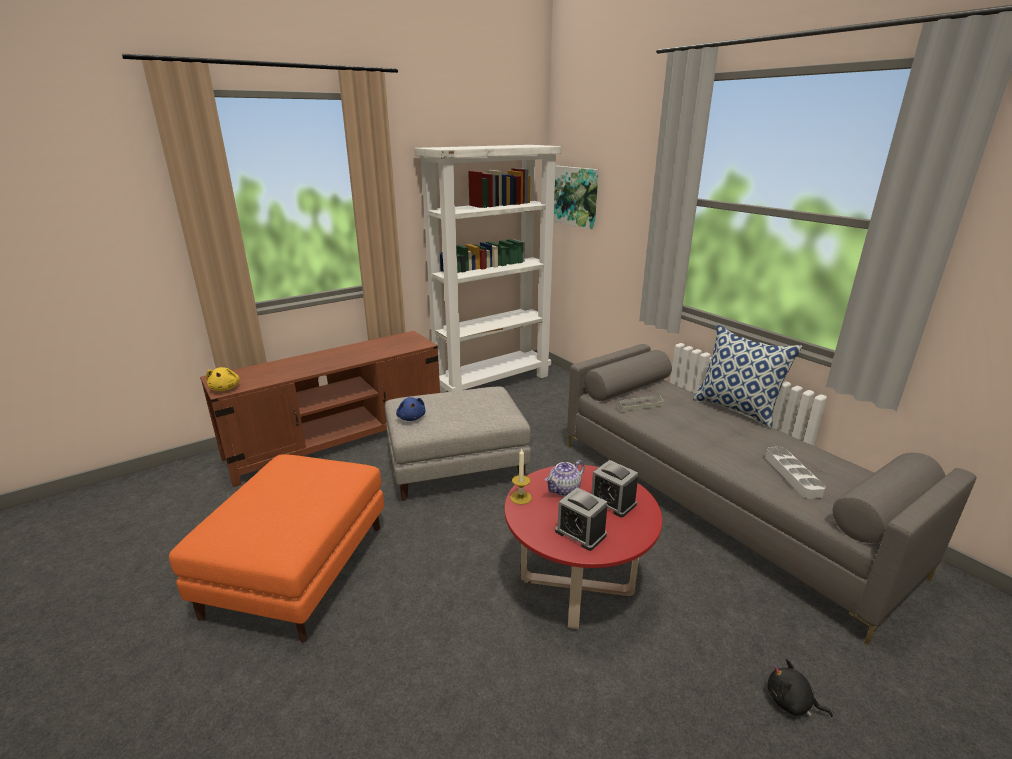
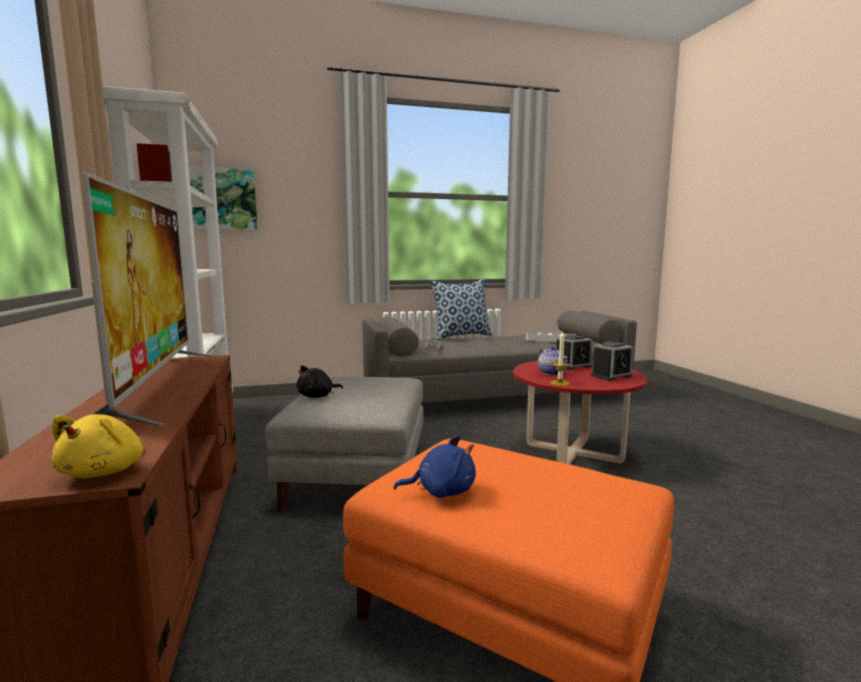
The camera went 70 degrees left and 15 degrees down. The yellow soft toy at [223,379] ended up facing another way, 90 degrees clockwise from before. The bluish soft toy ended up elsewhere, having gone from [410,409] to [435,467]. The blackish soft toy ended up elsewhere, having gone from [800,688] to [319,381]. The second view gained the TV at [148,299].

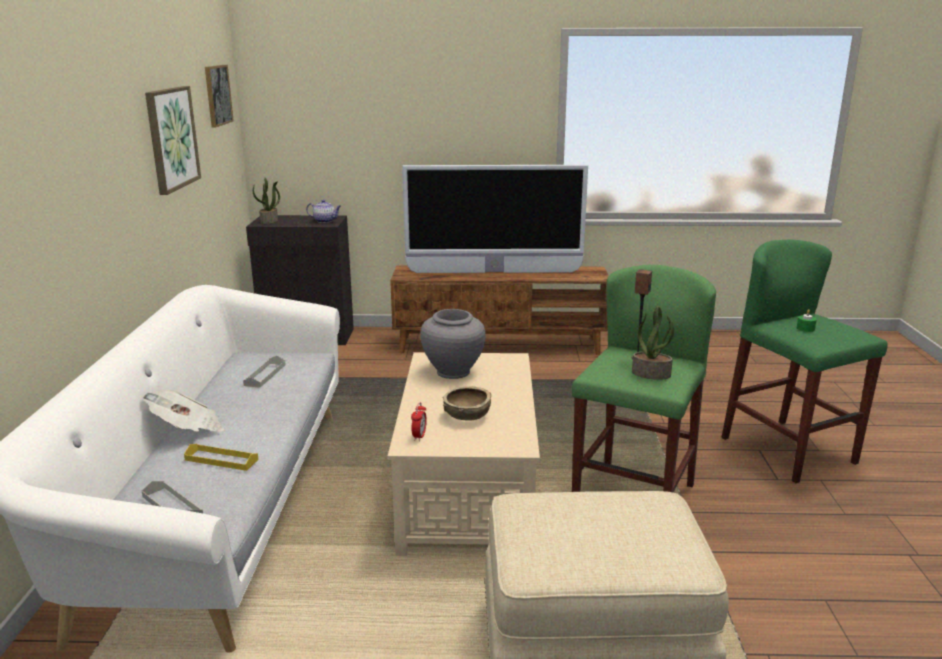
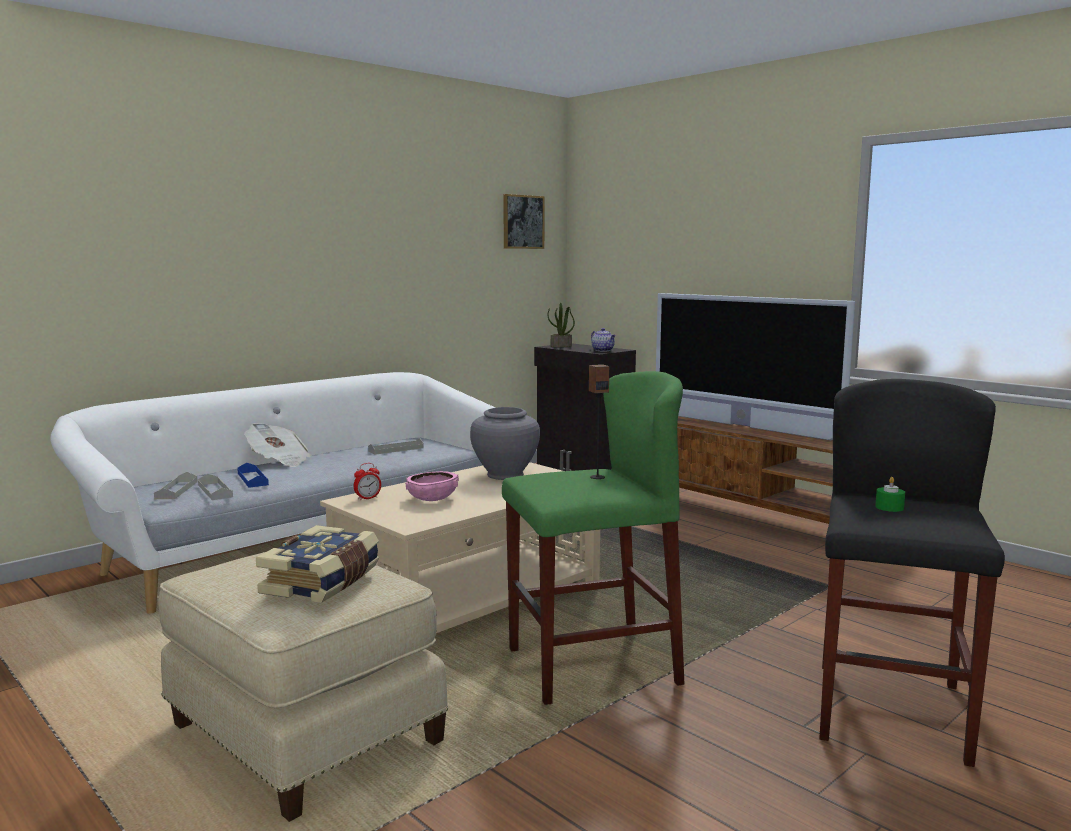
The camera went 45 degrees right and 10 degrees down. The second view lost the picture at [173,140]. What was the green stool at [804,361] turned into the blackish stool at [912,573]. The second view lost the houseplant at [653,343]. What was the brownish bowl at [466,404] turned into the pink bowl at [432,486]. What was the yellow carrying tray at [221,457] turned into the bluish carrying tray at [253,475]. The second view gained the greyish carrying tray at [215,487]. The second view gained the book at [317,564].

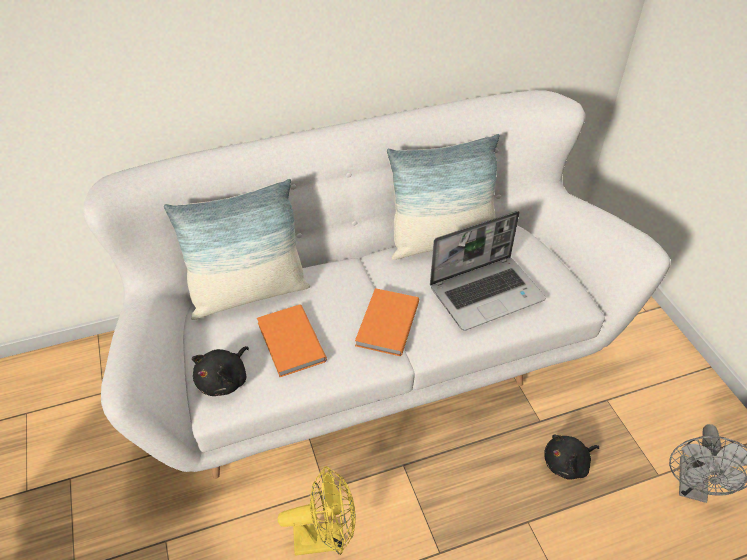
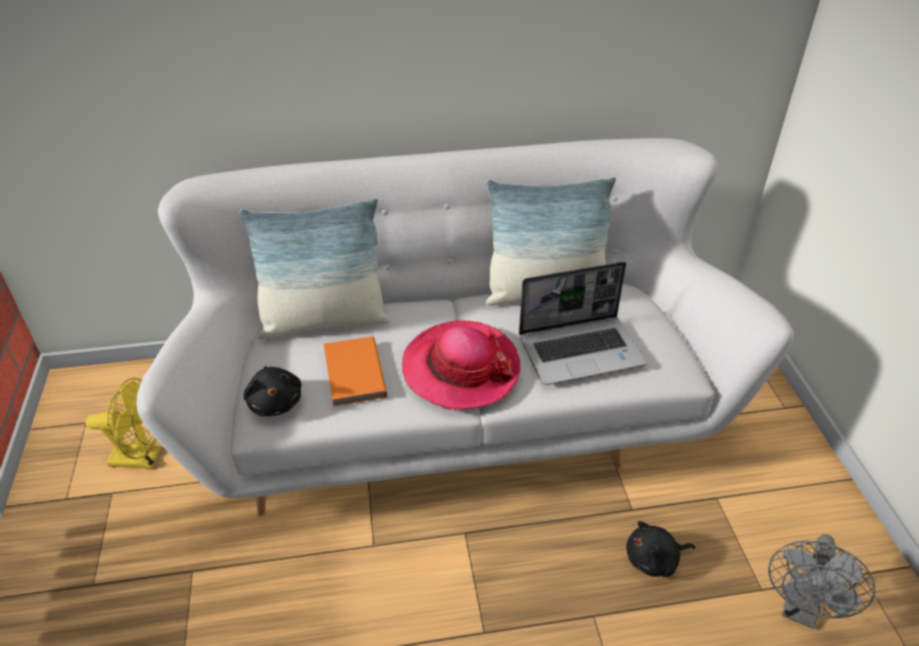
The camera went 10 degrees right and 5 degrees down. Where the orange book stood at [387,322], the clothing hat came to stand at [461,365]. The blackish soft toy at [220,371] ended up facing another way, 60 degrees counterclockwise from before. The yellow fan ended up elsewhere, having gone from [316,511] to [123,423].

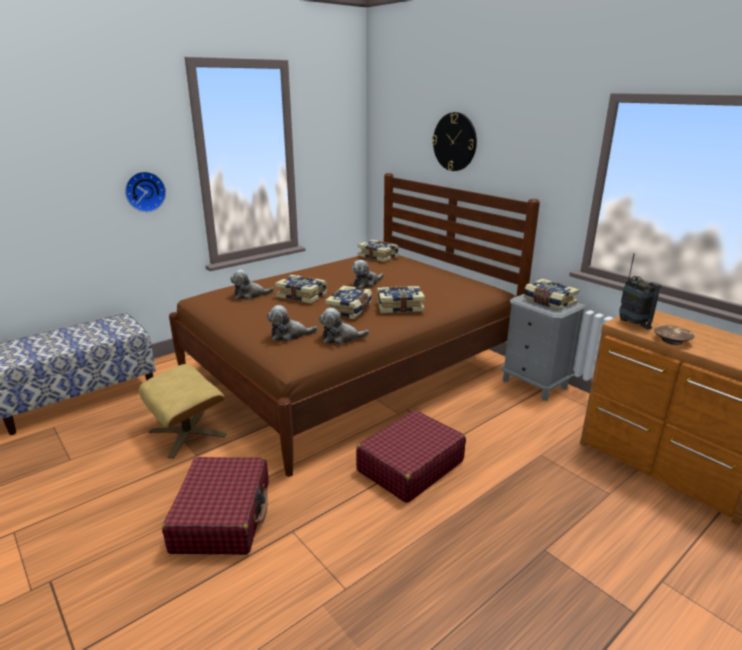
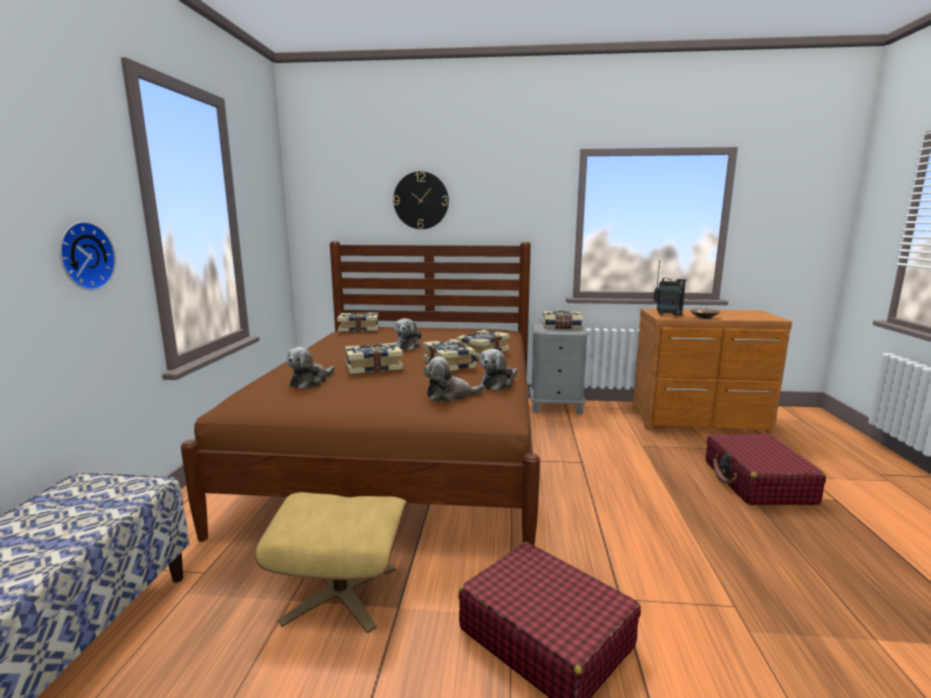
The camera went 45 degrees left and 10 degrees down. The soft toy at [292,323] ended up facing another way, 45 degrees clockwise from before. The red suitcase ended up elsewhere, having gone from [411,456] to [766,469].

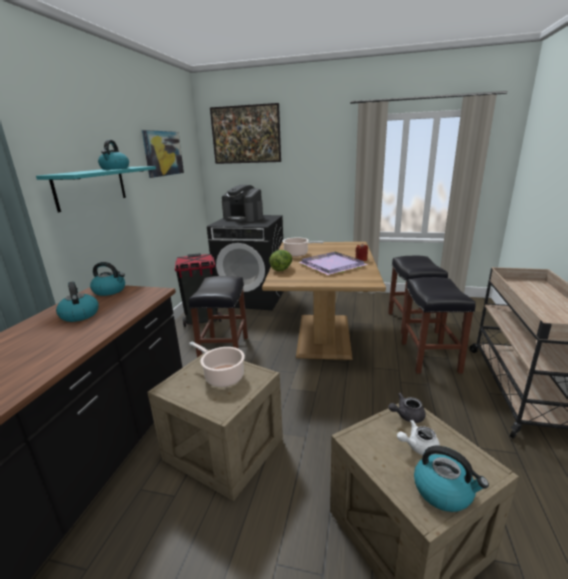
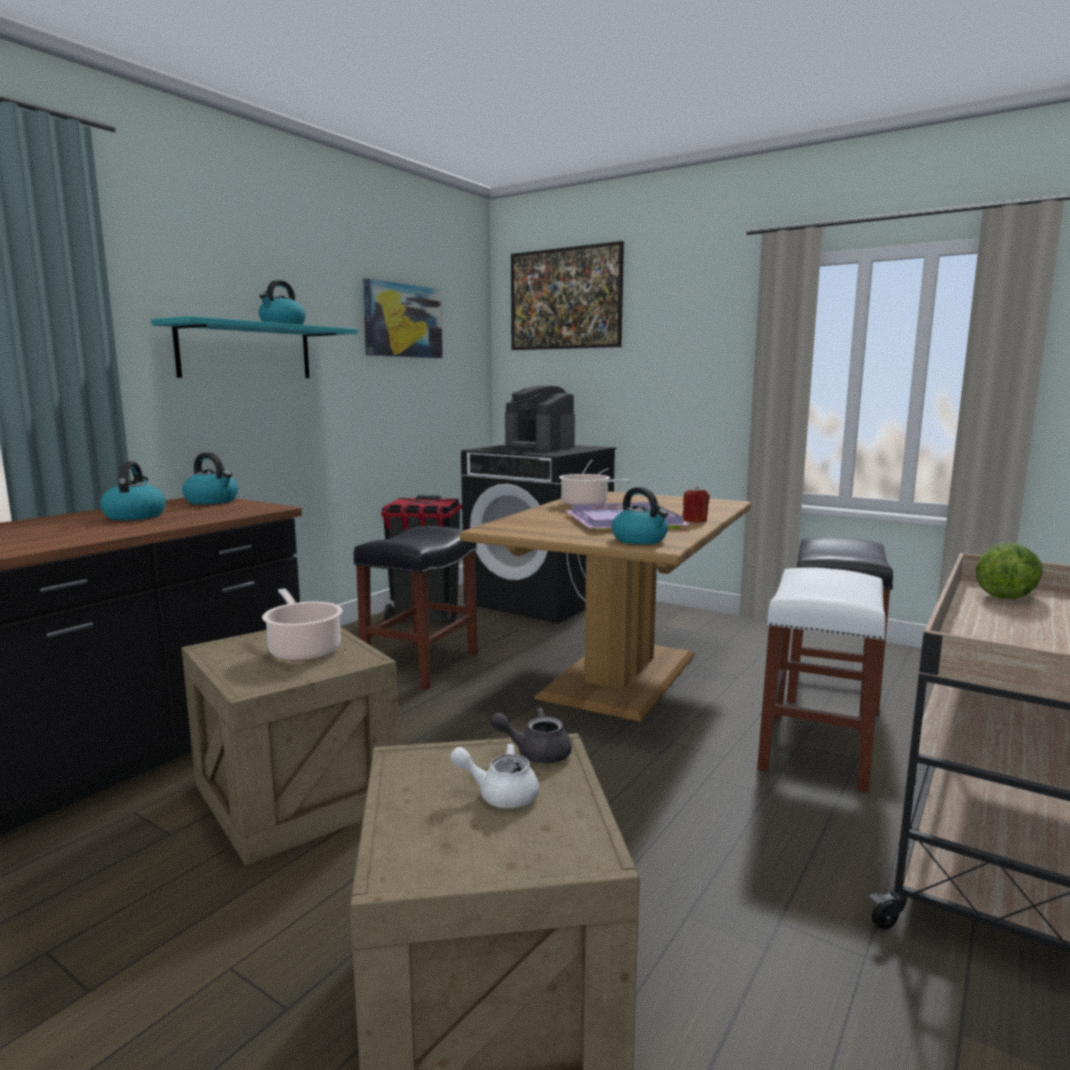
The camera went 20 degrees right and 10 degrees down. The head of lettuce ended up elsewhere, having gone from [280,260] to [1009,571]. What was the blackish stool at [438,325] turned into the white stool at [821,679]. The water kettle ended up elsewhere, having gone from [451,479] to [640,516].

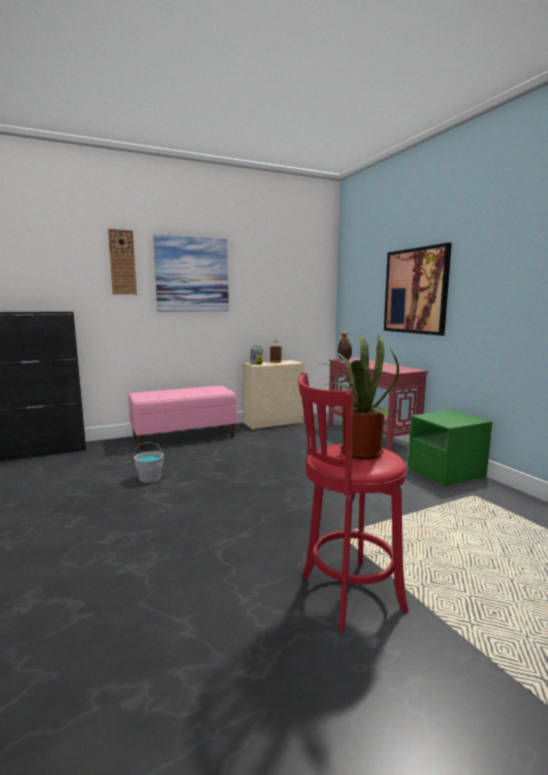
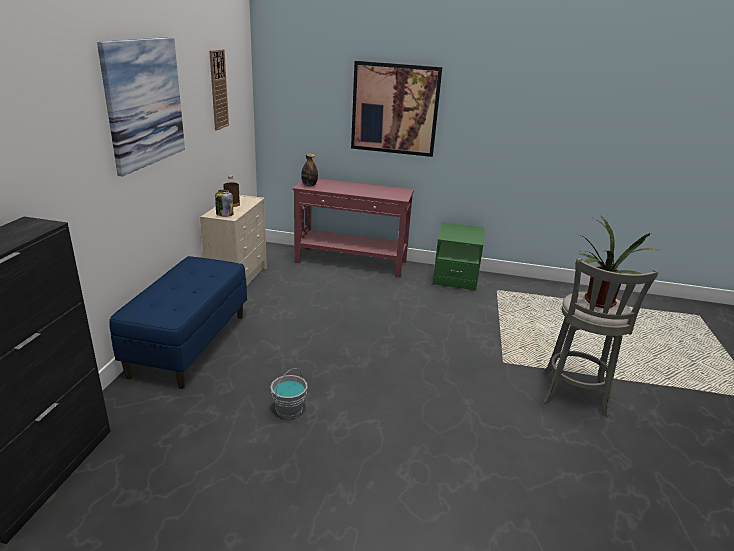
The camera went 55 degrees left and 15 degrees up. The clock on the wall ended up elsewhere, having gone from [122,262] to [219,89]. What was the red stool at [353,502] turned into the greyish stool at [601,337]. What was the pink indoor bench at [183,417] turned into the bluish indoor bench at [178,322].

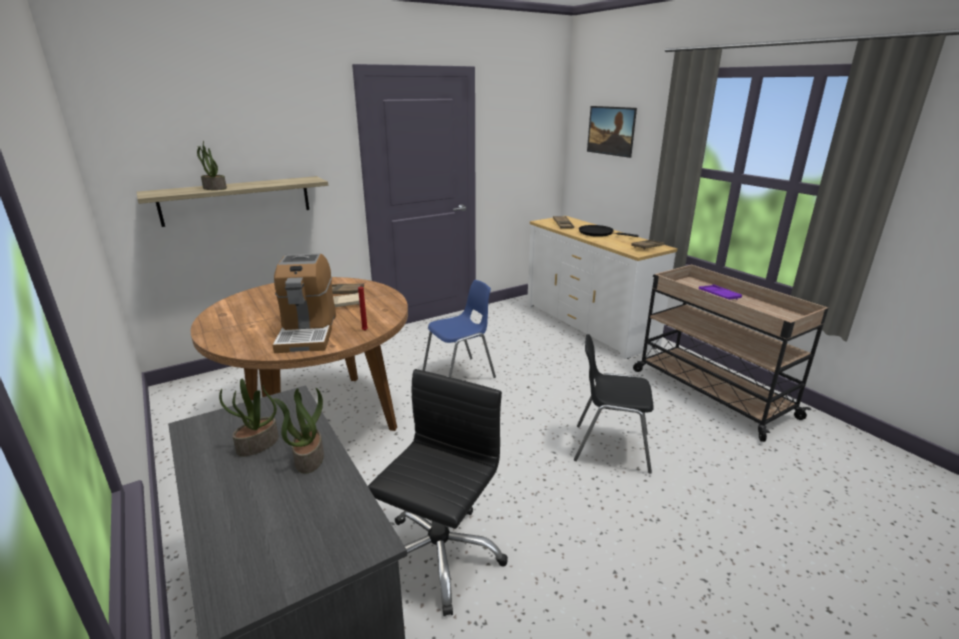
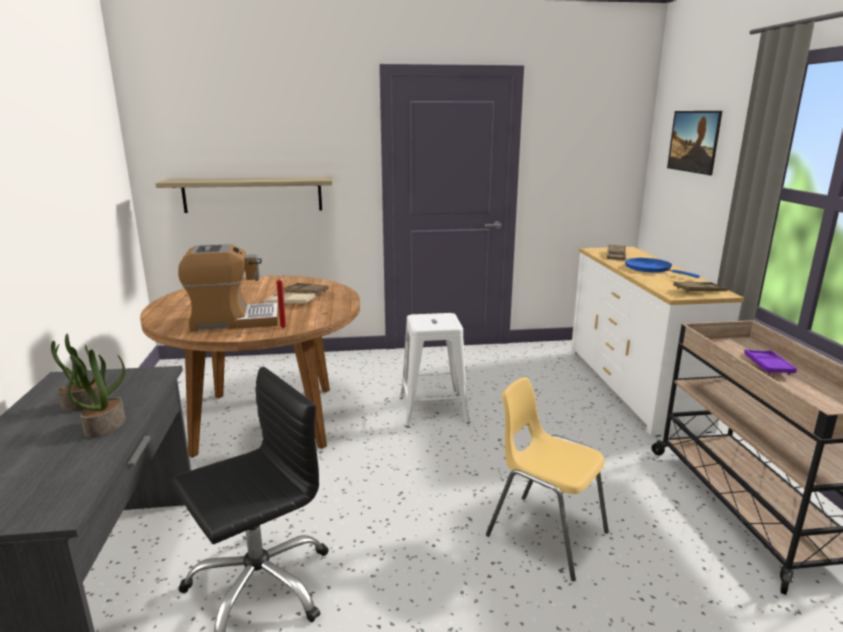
The camera went 25 degrees right and 5 degrees down. The second view lost the houseplant at [212,165]. What was the blackish frying pan at [609,231] turned into the bluish frying pan at [662,268]. The coffee maker at [304,303] ended up facing another way, 120 degrees counterclockwise from before. Where the bluish chair stood at [459,329], the white stool came to stand at [435,370]. What was the blackish chair at [614,404] turned into the yellow chair at [547,479].

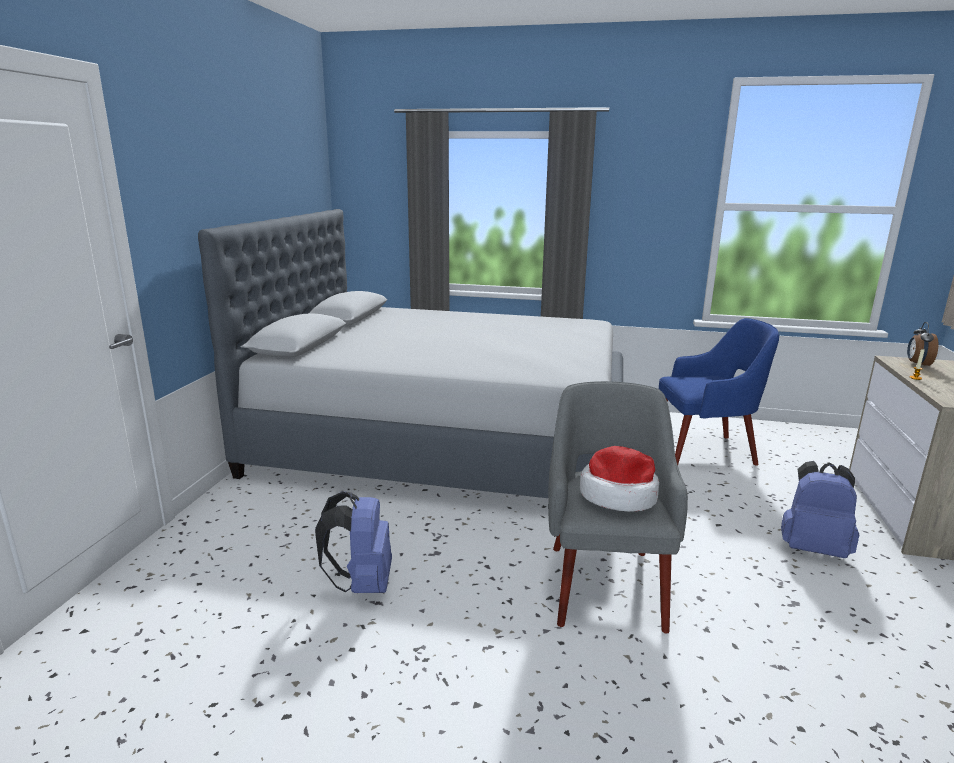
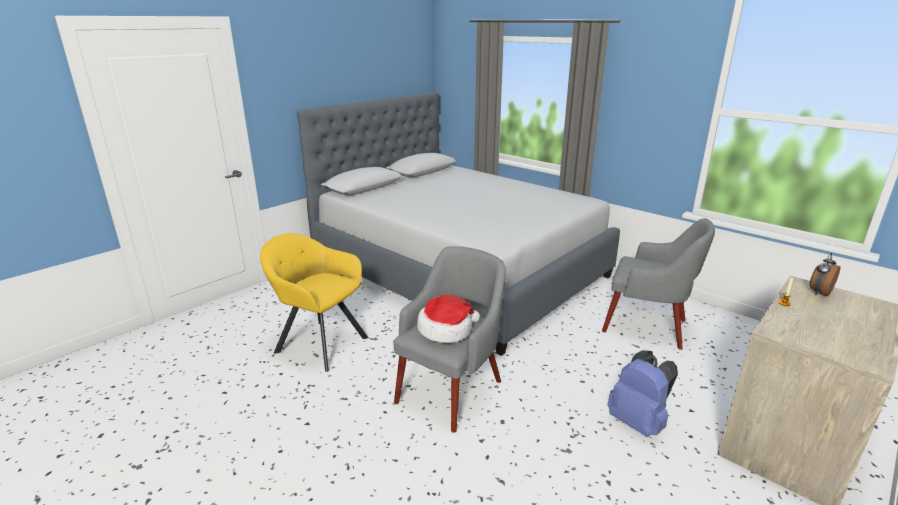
The camera went 30 degrees right and 5 degrees up. What was the bluish lounge chair at [719,392] turned into the greyish lounge chair at [658,284]. Where the bluish knapsack stood at [353,542], the yellow lounge chair came to stand at [314,302].

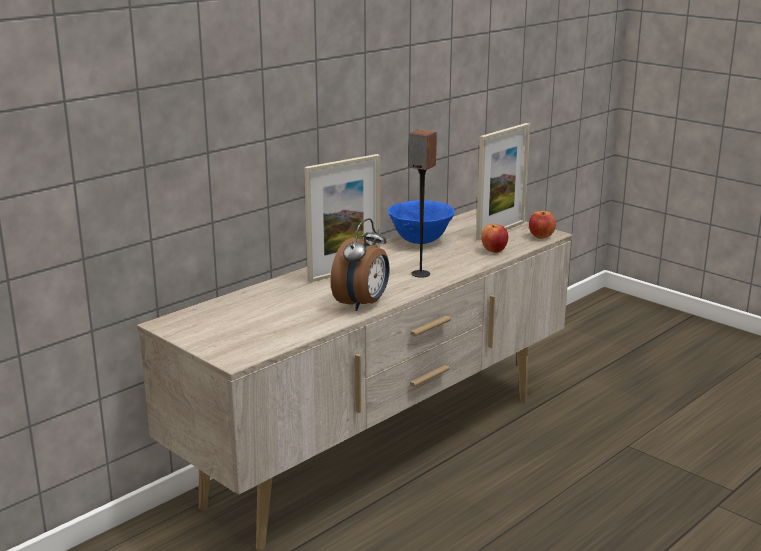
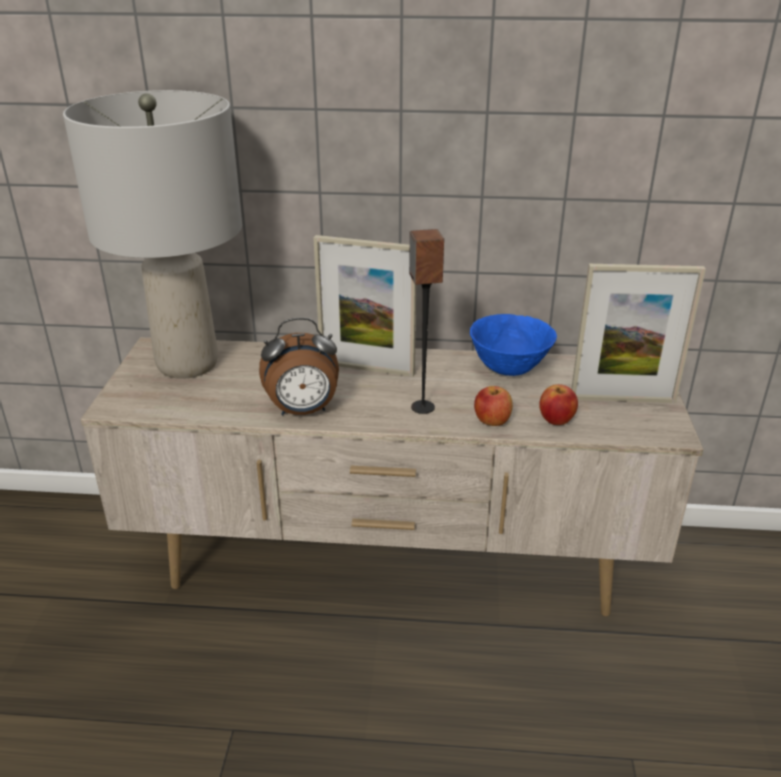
The camera went 50 degrees right and 10 degrees up. The apple fruit ended up elsewhere, having gone from [542,225] to [493,406]. The second view gained the greyish table lamp at [152,234].

